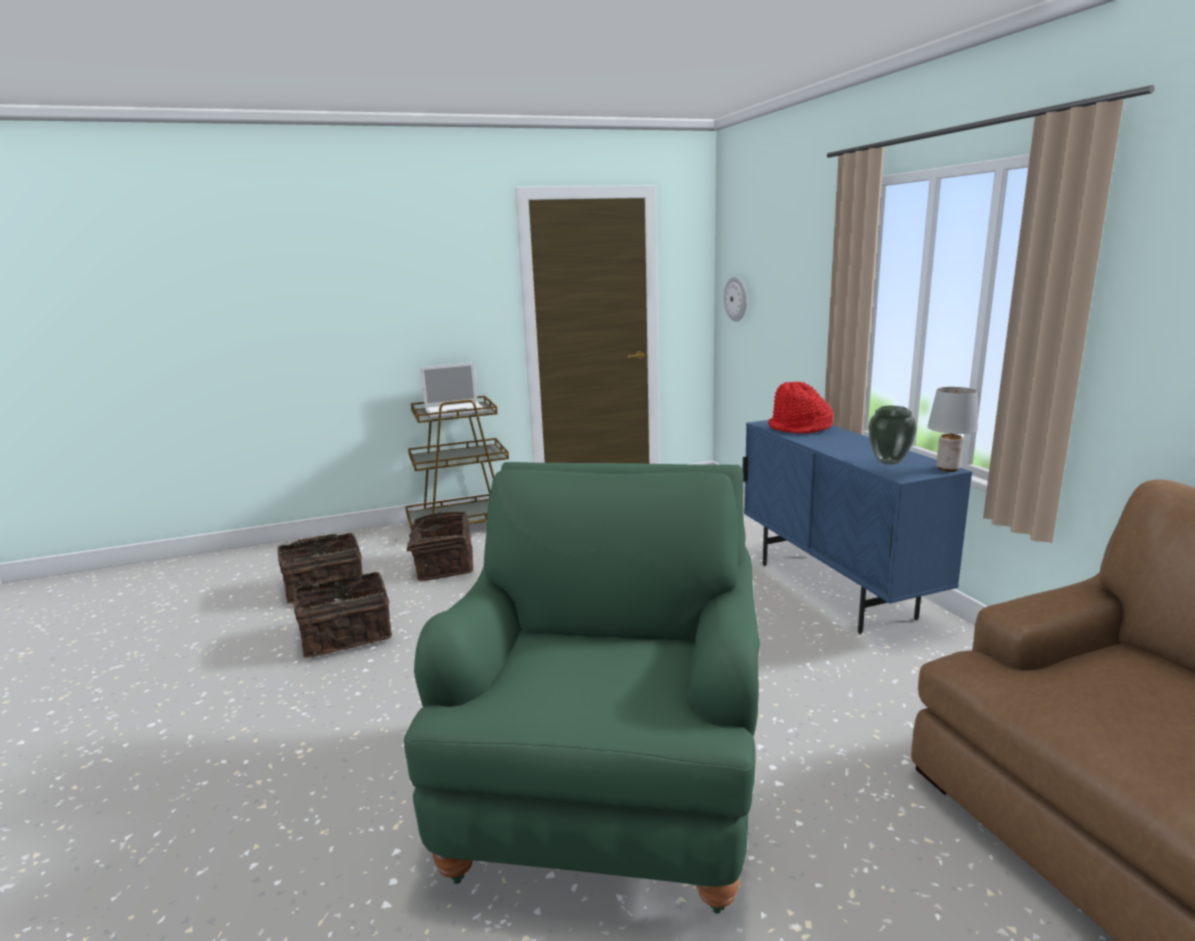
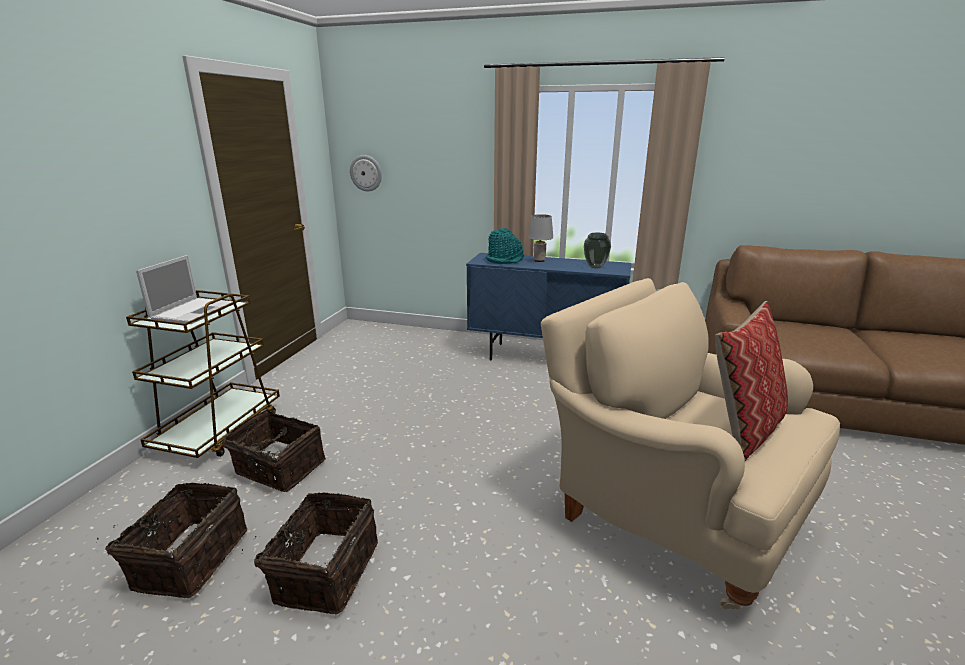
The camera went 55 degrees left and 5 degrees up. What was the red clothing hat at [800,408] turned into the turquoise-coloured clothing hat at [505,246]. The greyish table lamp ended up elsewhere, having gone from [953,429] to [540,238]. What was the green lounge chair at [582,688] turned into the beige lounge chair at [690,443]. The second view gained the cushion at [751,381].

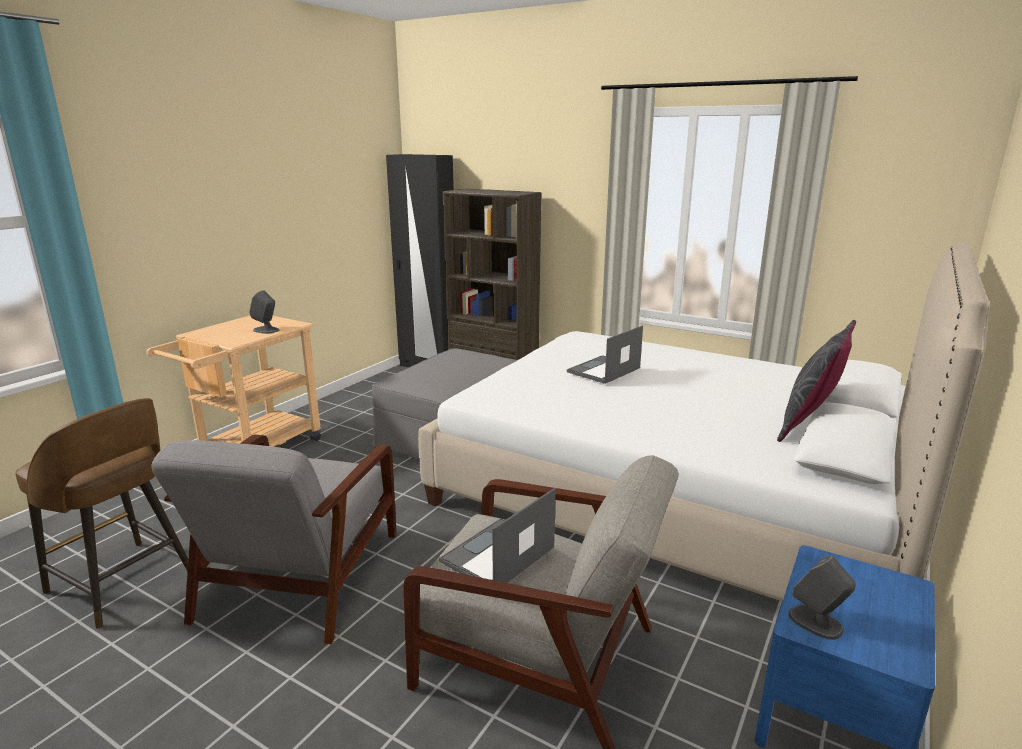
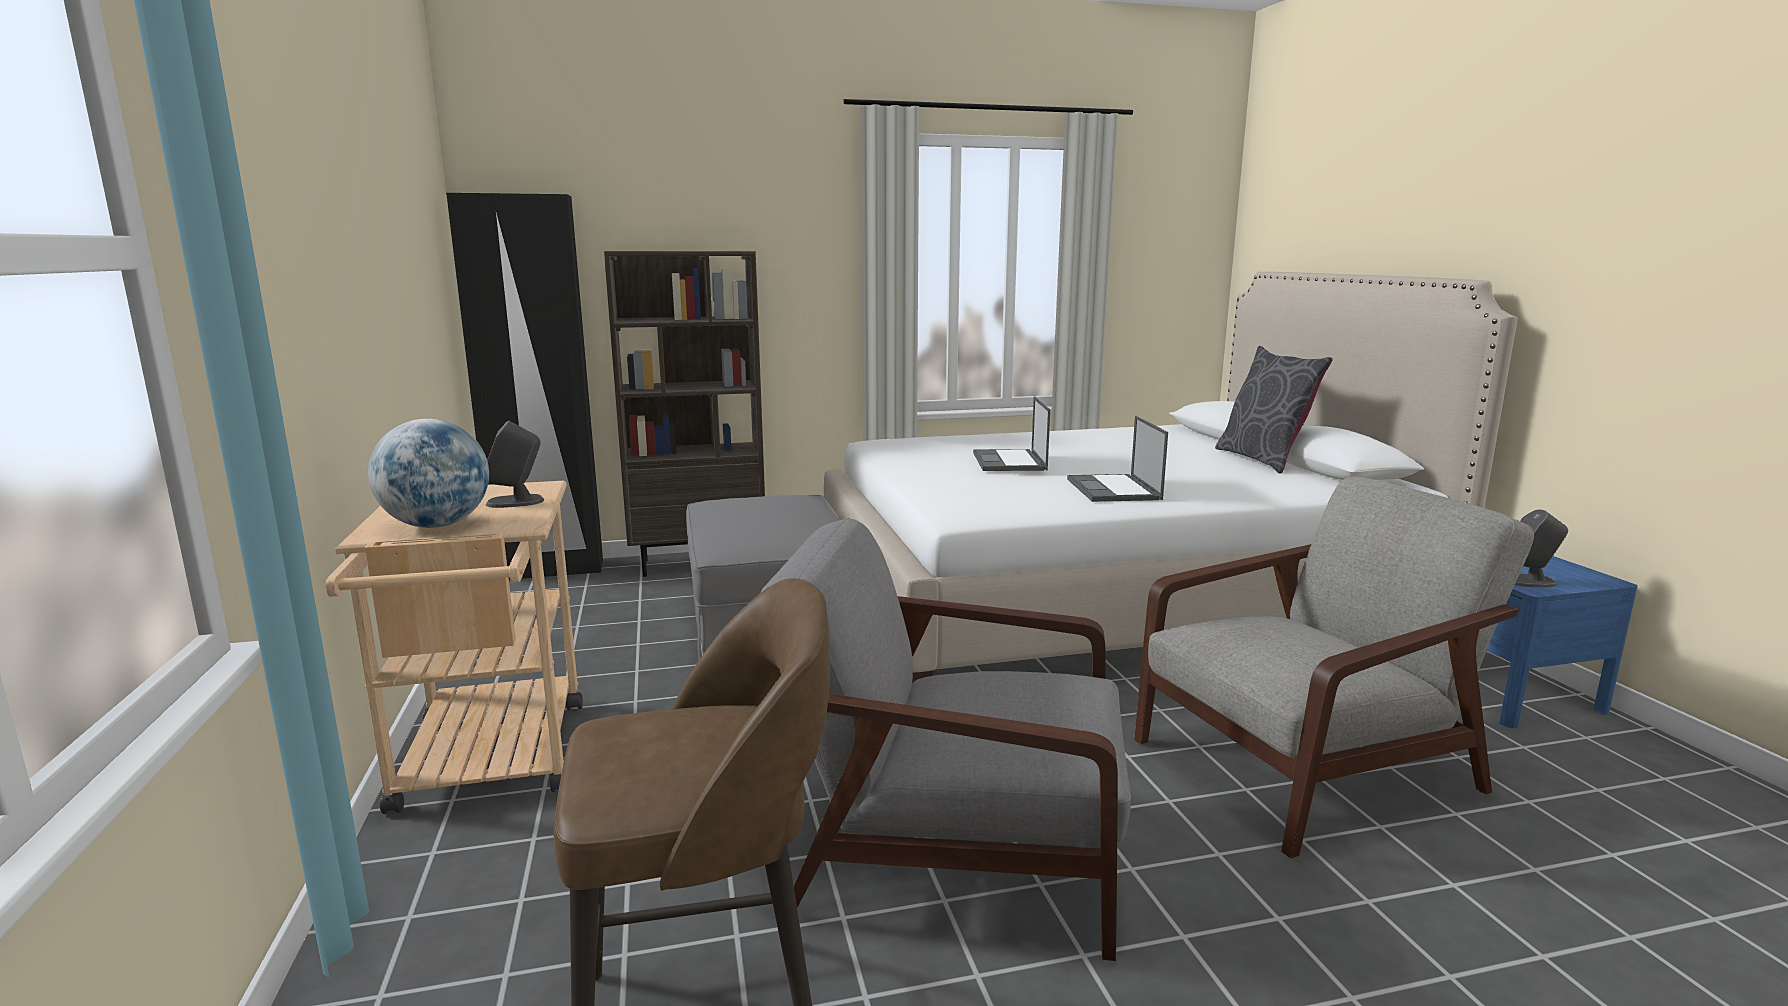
The camera went 45 degrees left and 5 degrees down. The greyish lounge chair at [274,539] ended up facing another way, 135 degrees clockwise from before. The notebook computer ended up elsewhere, having gone from [497,535] to [1117,459]. The second view gained the globe at [428,473].

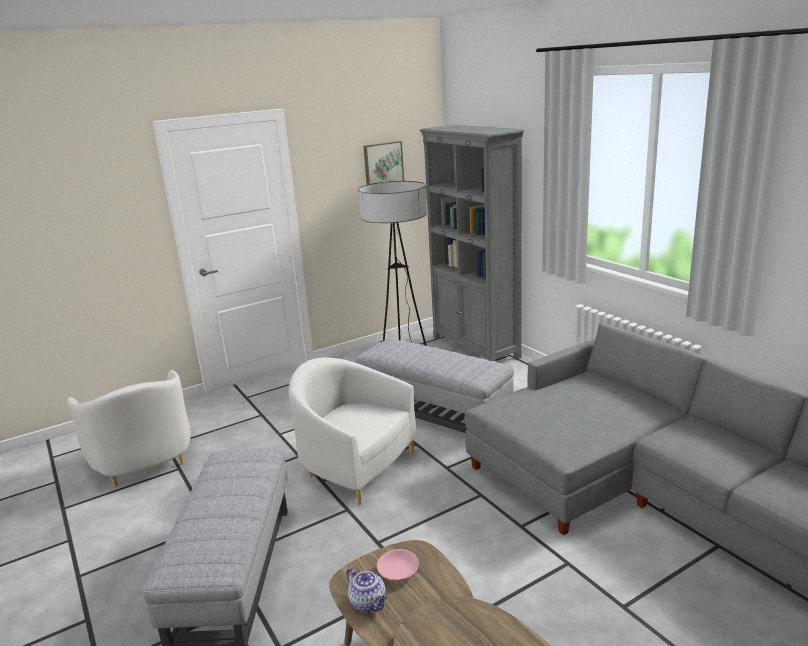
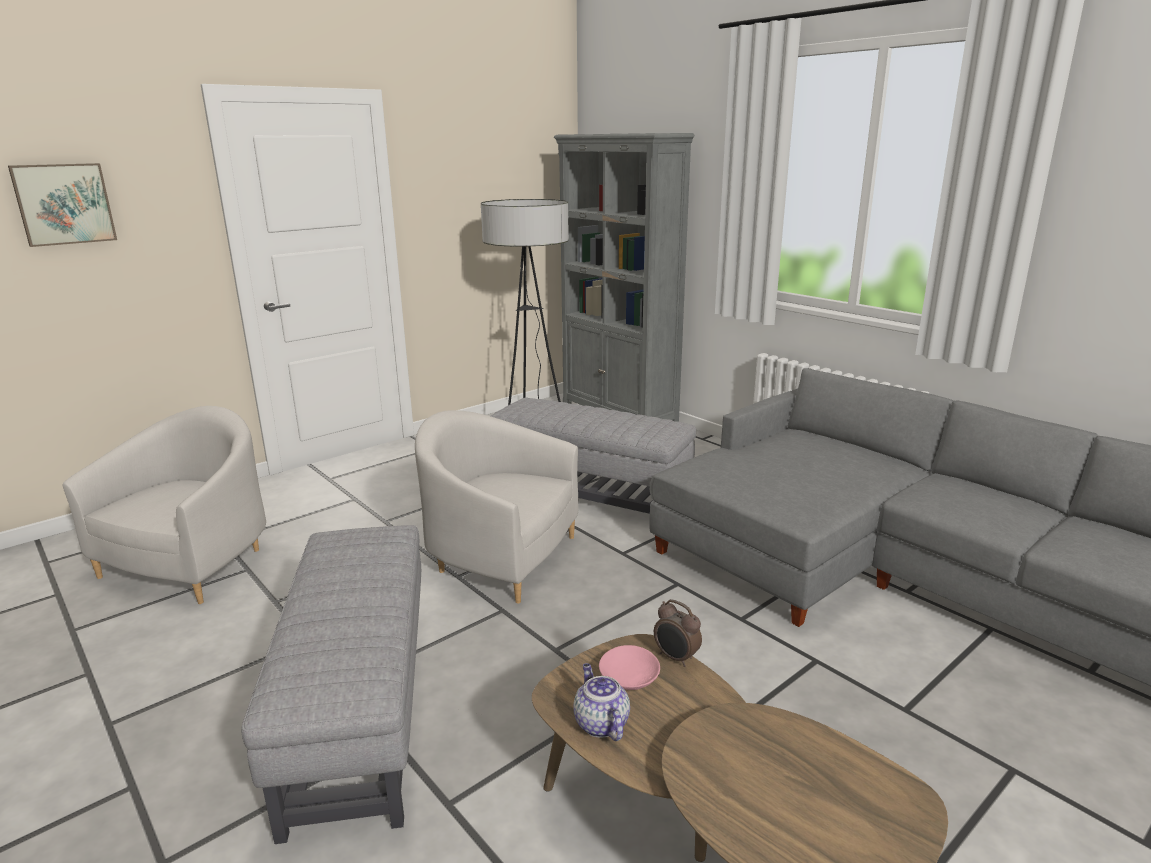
The camera went 10 degrees left and 0 degrees up. The picture ended up elsewhere, having gone from [383,163] to [62,205]. The white lounge chair at [129,428] ended up facing another way, 120 degrees counterclockwise from before. The pot for tea at [366,590] ended up facing another way, 150 degrees counterclockwise from before. The second view gained the bedside clock at [678,633].

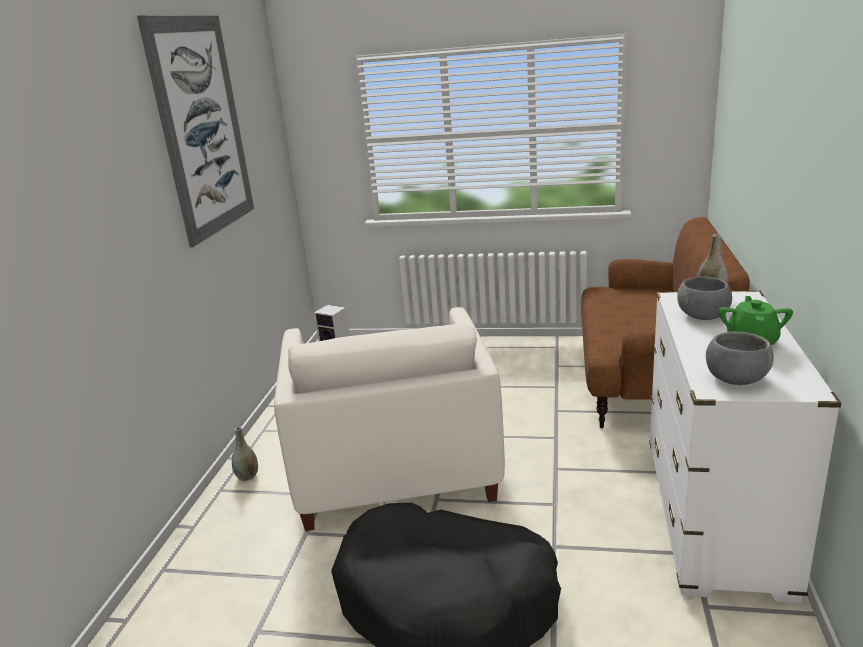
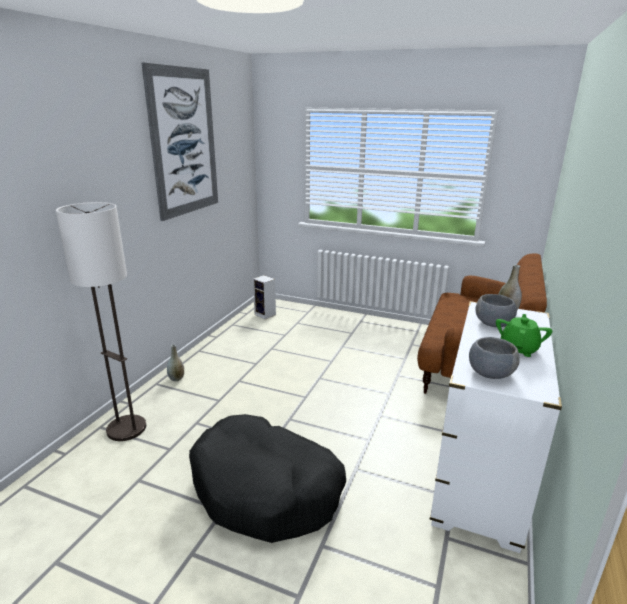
The camera went 10 degrees right and 0 degrees up. The second view lost the white lounge chair at [389,419]. The second view gained the standing lamp at [101,321].

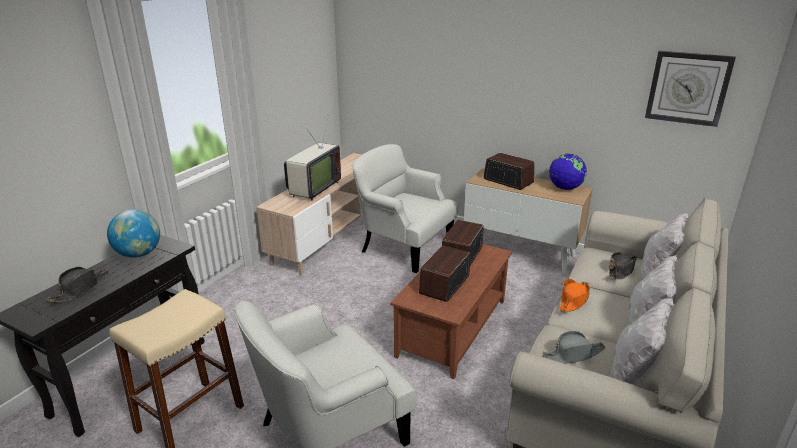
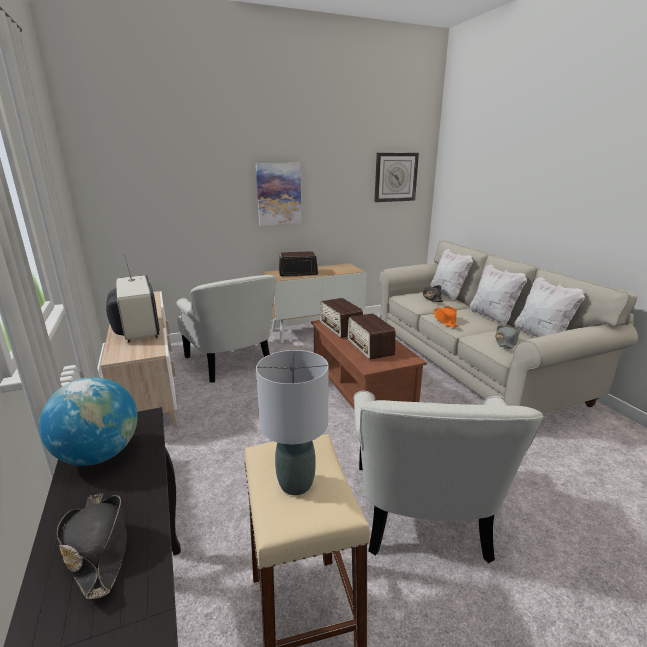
The camera went 50 degrees left and 5 degrees down. The white lounge chair at [405,208] ended up facing another way, 105 degrees counterclockwise from before. The second view lost the globe at [568,172]. The second view gained the picture at [279,194]. The second view gained the greyish table lamp at [292,422].

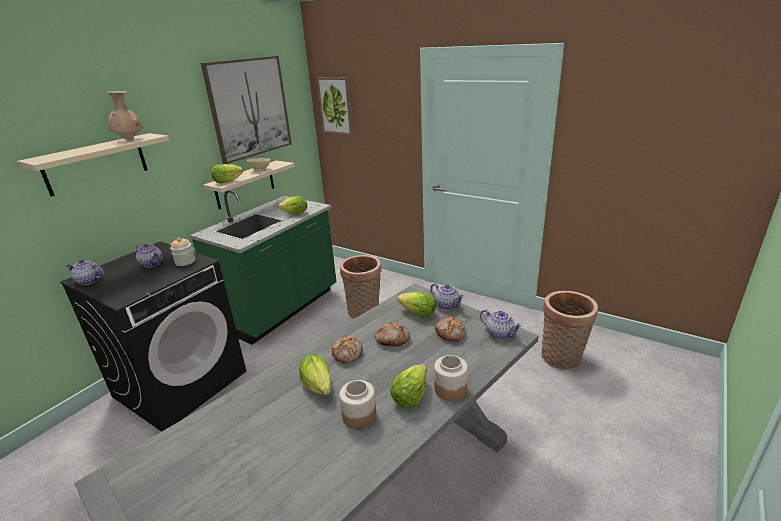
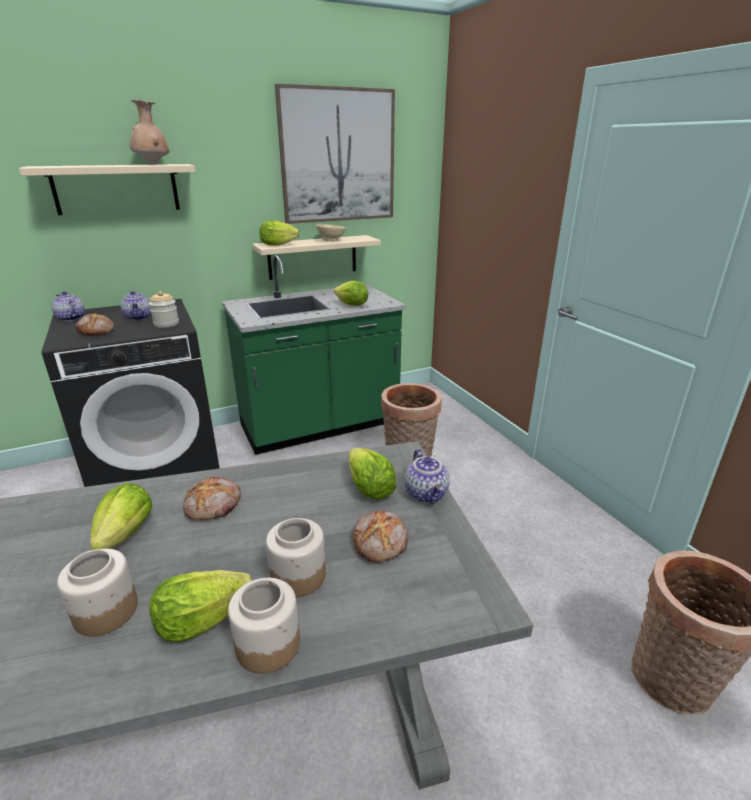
The camera went 30 degrees right and 0 degrees up. The second view lost the picture at [335,106]. The second view lost the pot for tea at [501,324]. The bakery bread ended up elsewhere, having gone from [392,335] to [95,324]. The second view gained the preserve jar at [296,557].

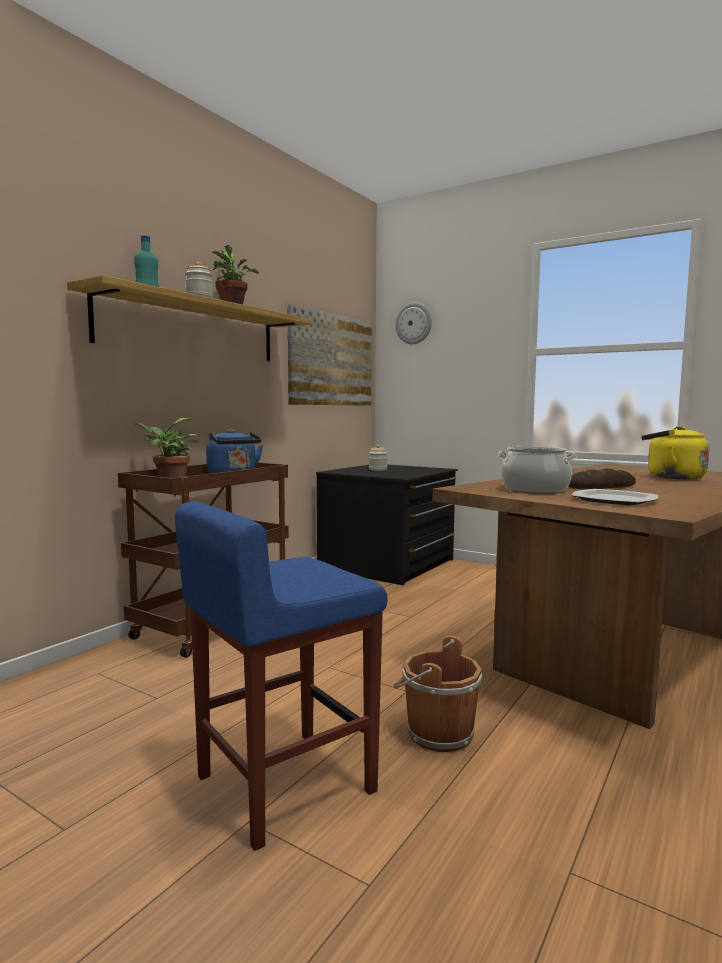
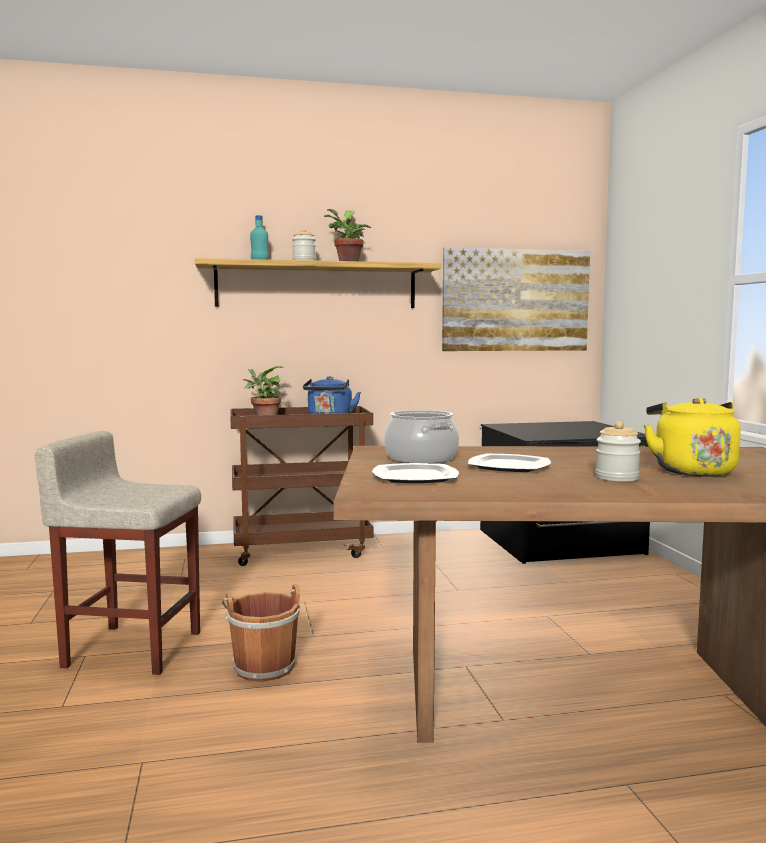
The camera went 45 degrees right and 0 degrees up. The second view lost the clock on the wall at [413,323]. The preserve jar ended up elsewhere, having gone from [378,458] to [618,451]. Where the bakery bread stood at [602,479], the plate came to stand at [509,463]. What was the bluish stool at [281,676] turned into the beige stool at [118,553].

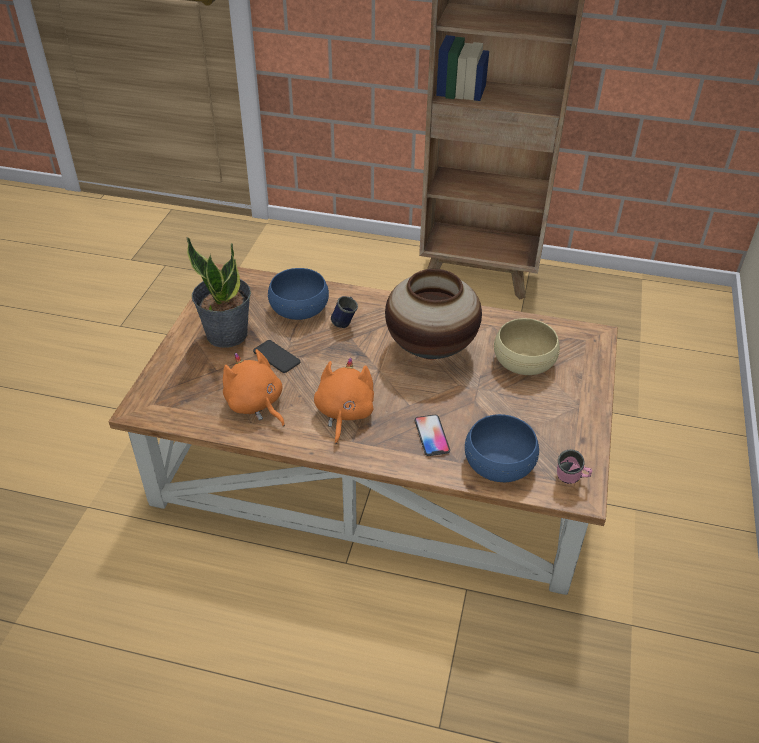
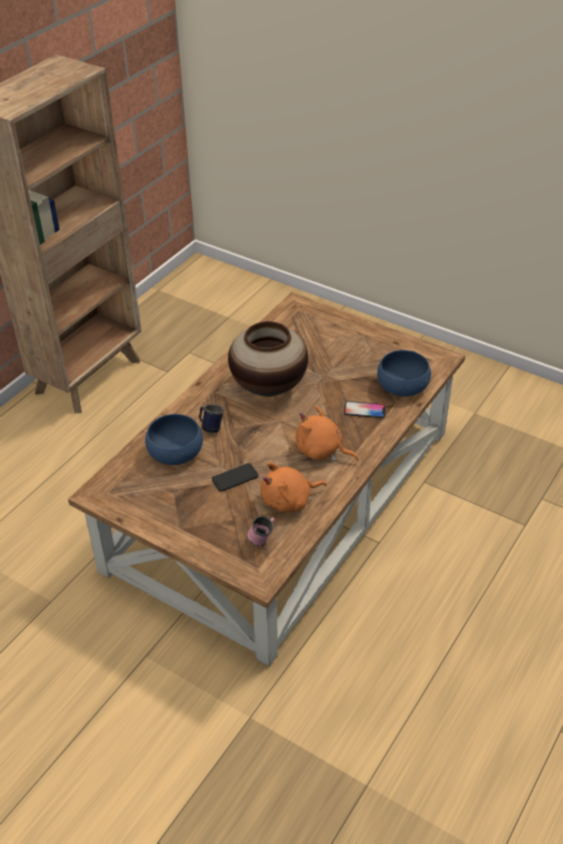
The camera went 70 degrees left and 0 degrees up. The second view lost the houseplant at [219,292]. The second view lost the beige bowl at [527,346]. The pink tea mug ended up elsewhere, having gone from [574,466] to [260,531].

